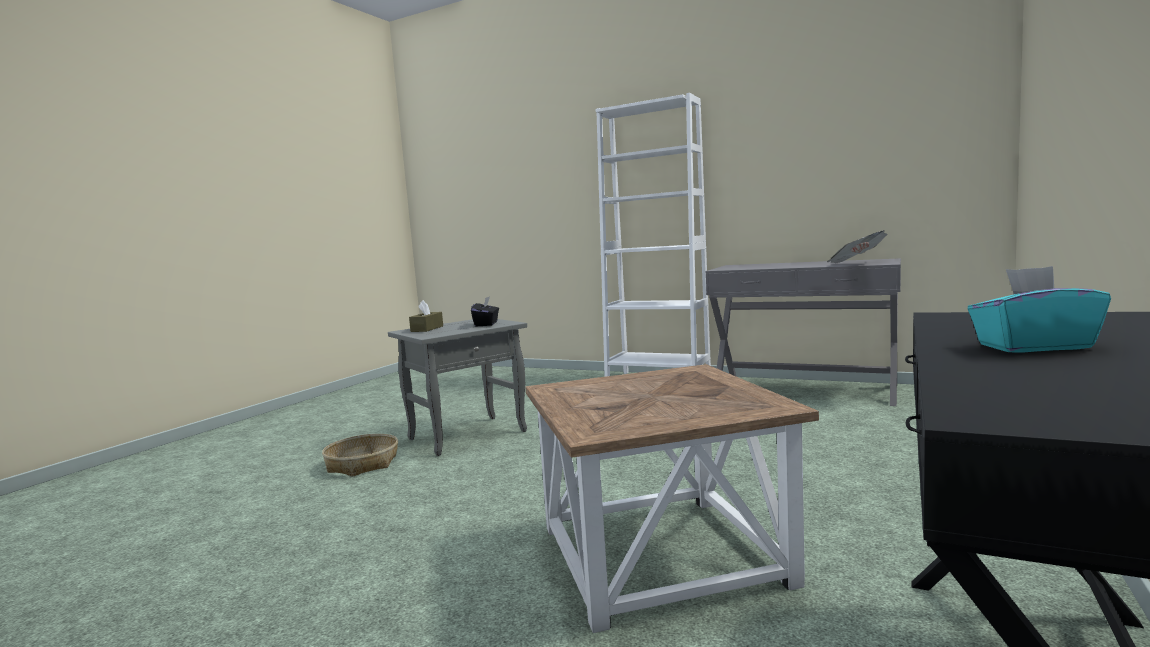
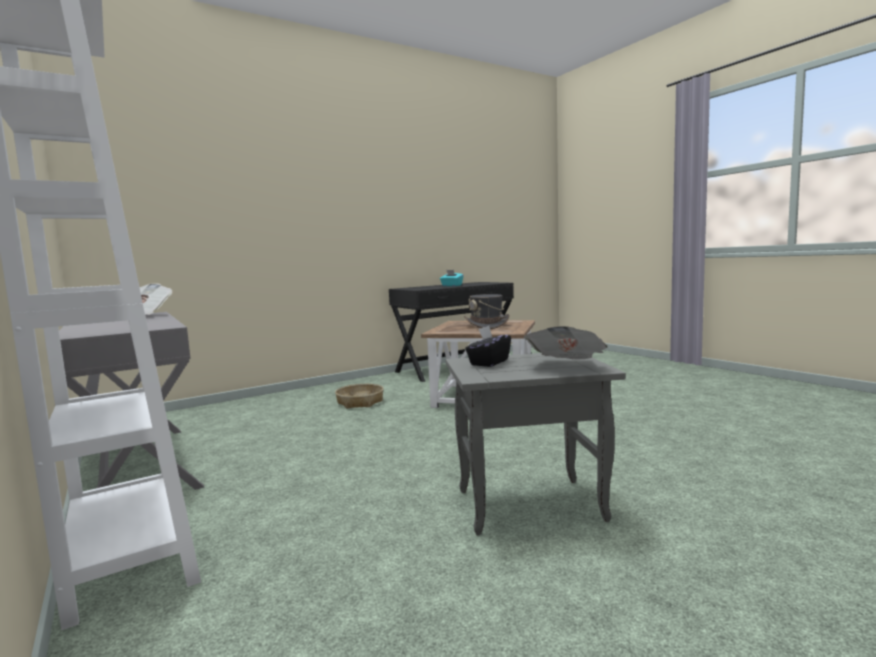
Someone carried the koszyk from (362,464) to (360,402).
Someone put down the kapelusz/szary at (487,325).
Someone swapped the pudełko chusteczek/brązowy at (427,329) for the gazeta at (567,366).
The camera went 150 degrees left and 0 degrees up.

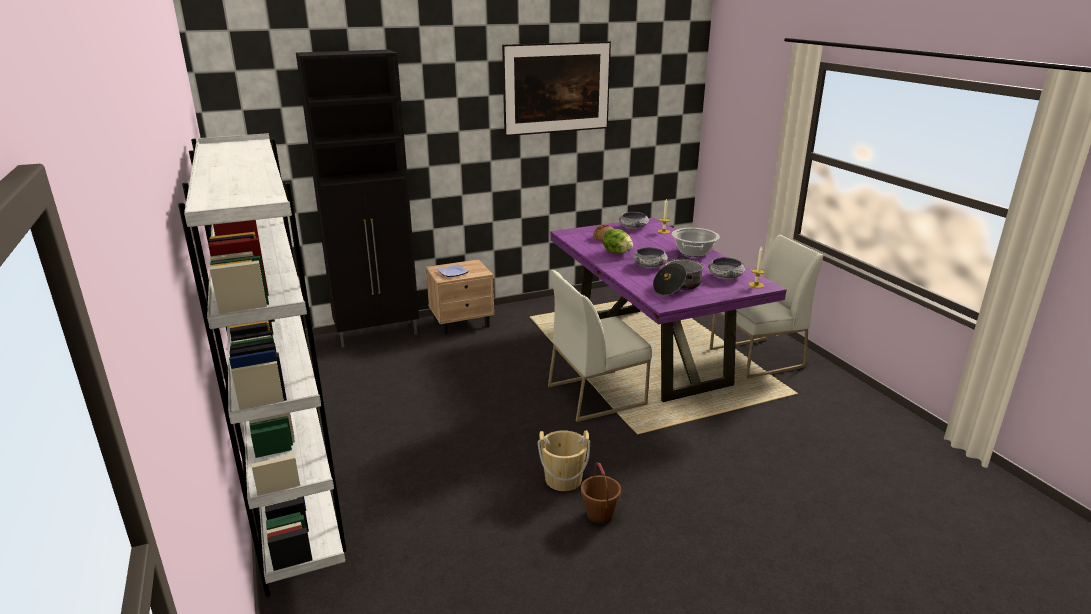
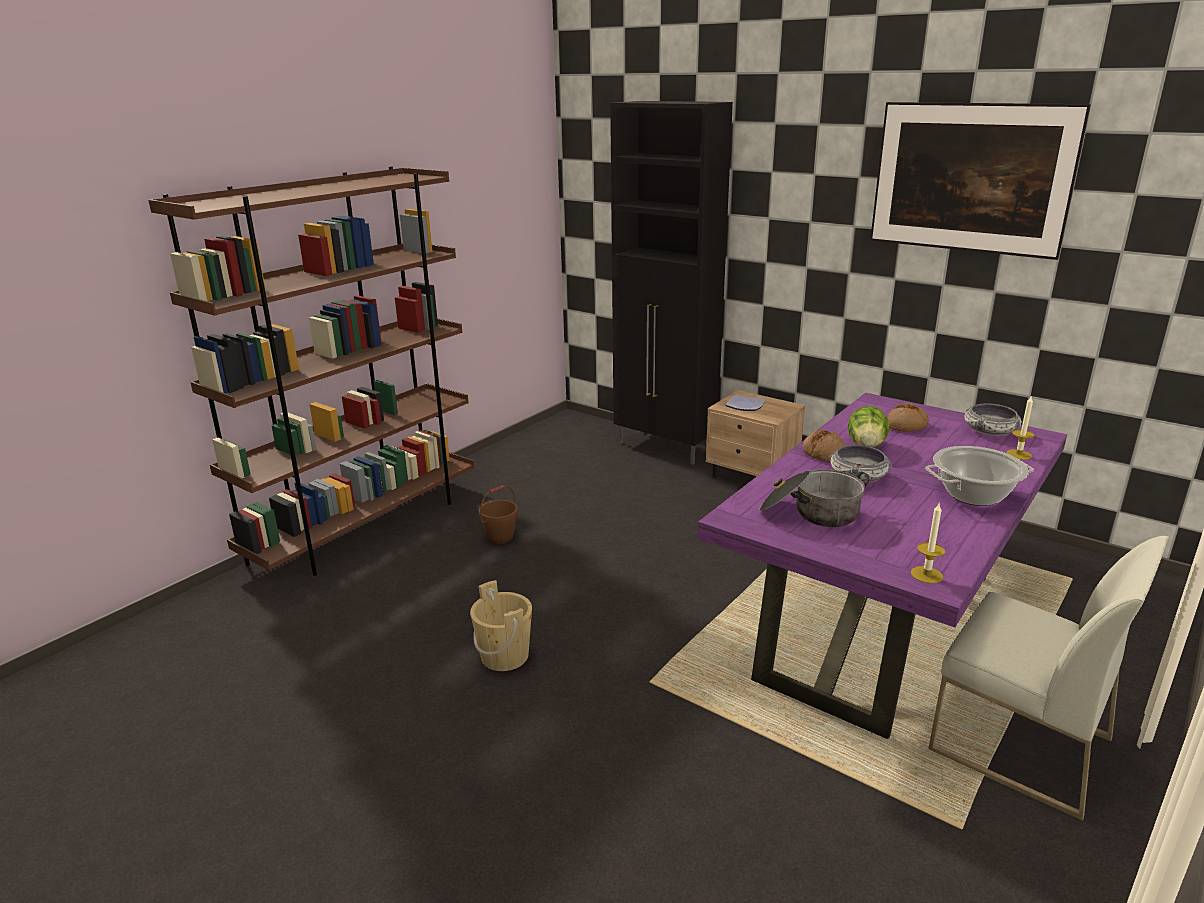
Someone repainted the regał/biały at (296,502), which became the regał/brązowy at (365,526).
Someone carried the wiadro/brązowy from (599,514) to (500,537).
Someone put down the chleb at (824,453).
Someone took away the krzesło/biały at (596,395).
Someone took away the miska at (725,276).
The camera went 60 degrees right and 0 degrees up.

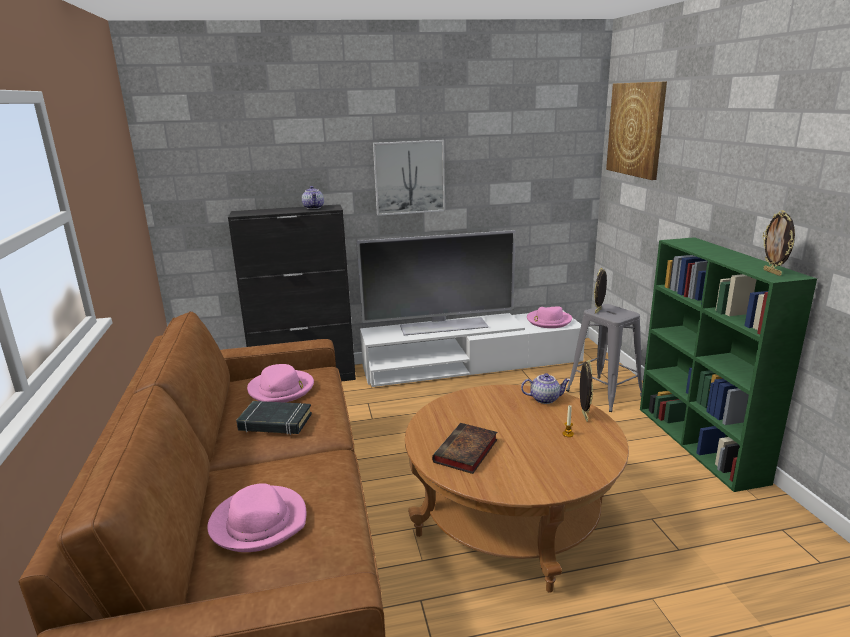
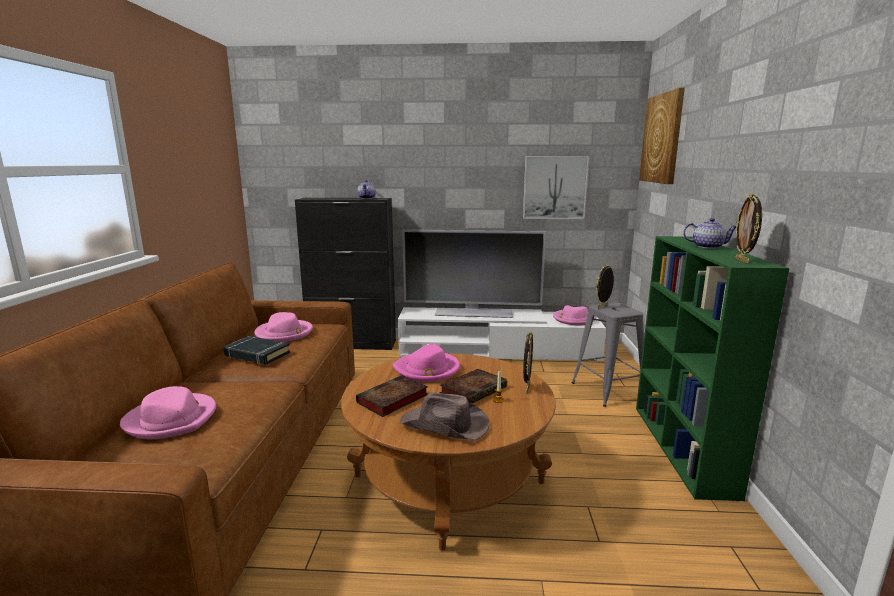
Someone put down the kapelusz/różowy at (427,370).
Someone put down the kapelusz/brązowy at (445,425).
Someone put down the książka at (474,389).
Someone carried the obraz from (409,177) to (554,187).
Someone carried the imbryk from (545,399) to (707,247).
The camera went 15 degrees right and 5 degrees down.

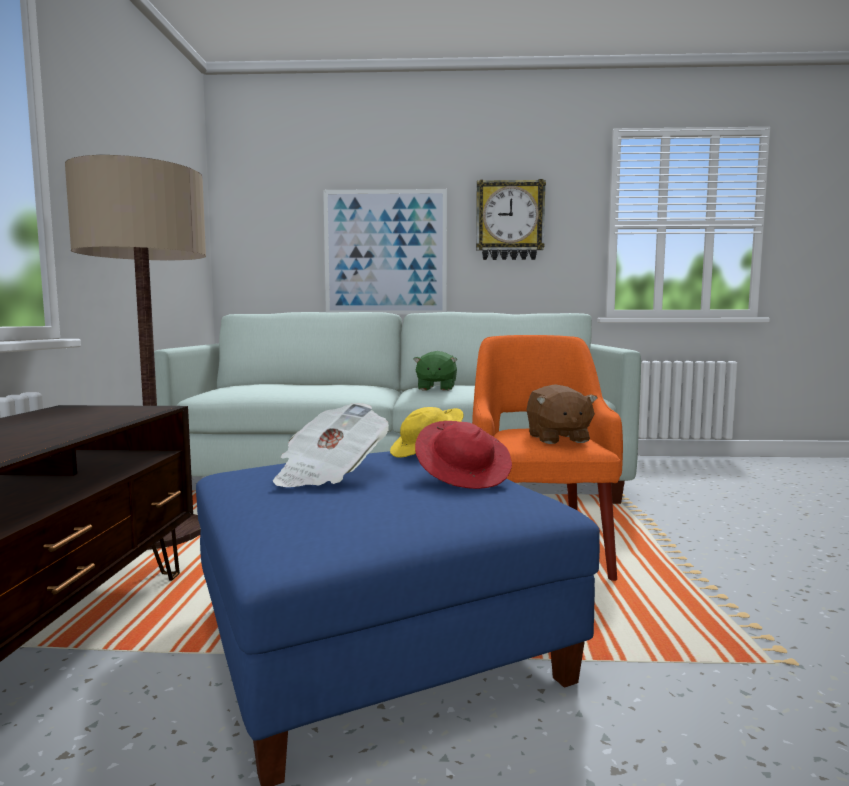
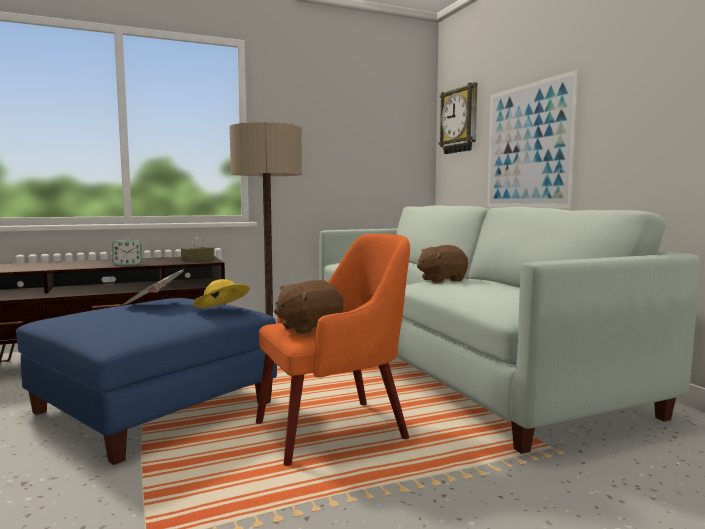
Someone put down the budzik at (127,264).
Someone put down the pudełko chusteczek/brązowy at (197,260).
Someone repainted the pluszak/zielony at (436,388), which became the pluszak/brązowy at (441,280).
Someone carried the zegar ścienny from (509,221) to (460,120).
Someone took away the kapelusz/czerwony at (464,477).
The camera went 65 degrees right and 0 degrees up.

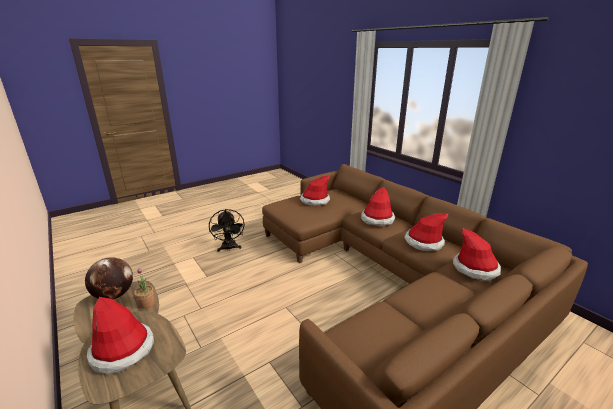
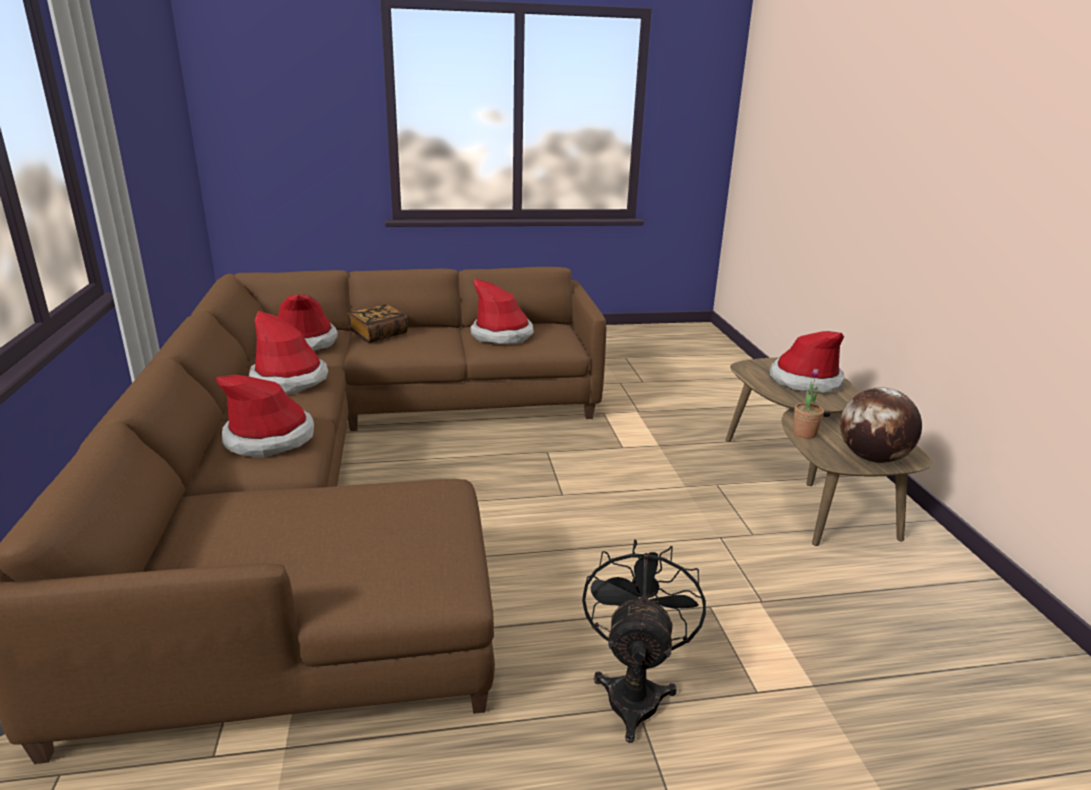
Someone put down the książka at (378,334).
Someone carried the kapelusz from (315,200) to (502,335).
The camera went 155 degrees left and 0 degrees up.

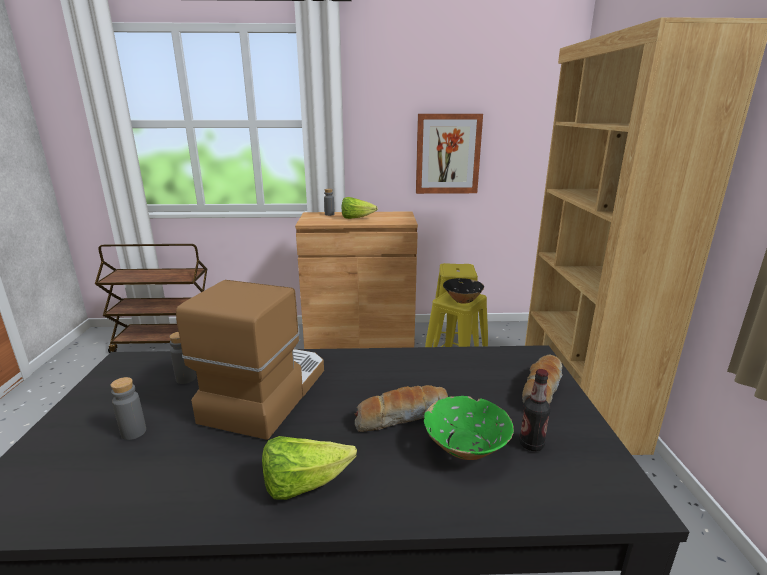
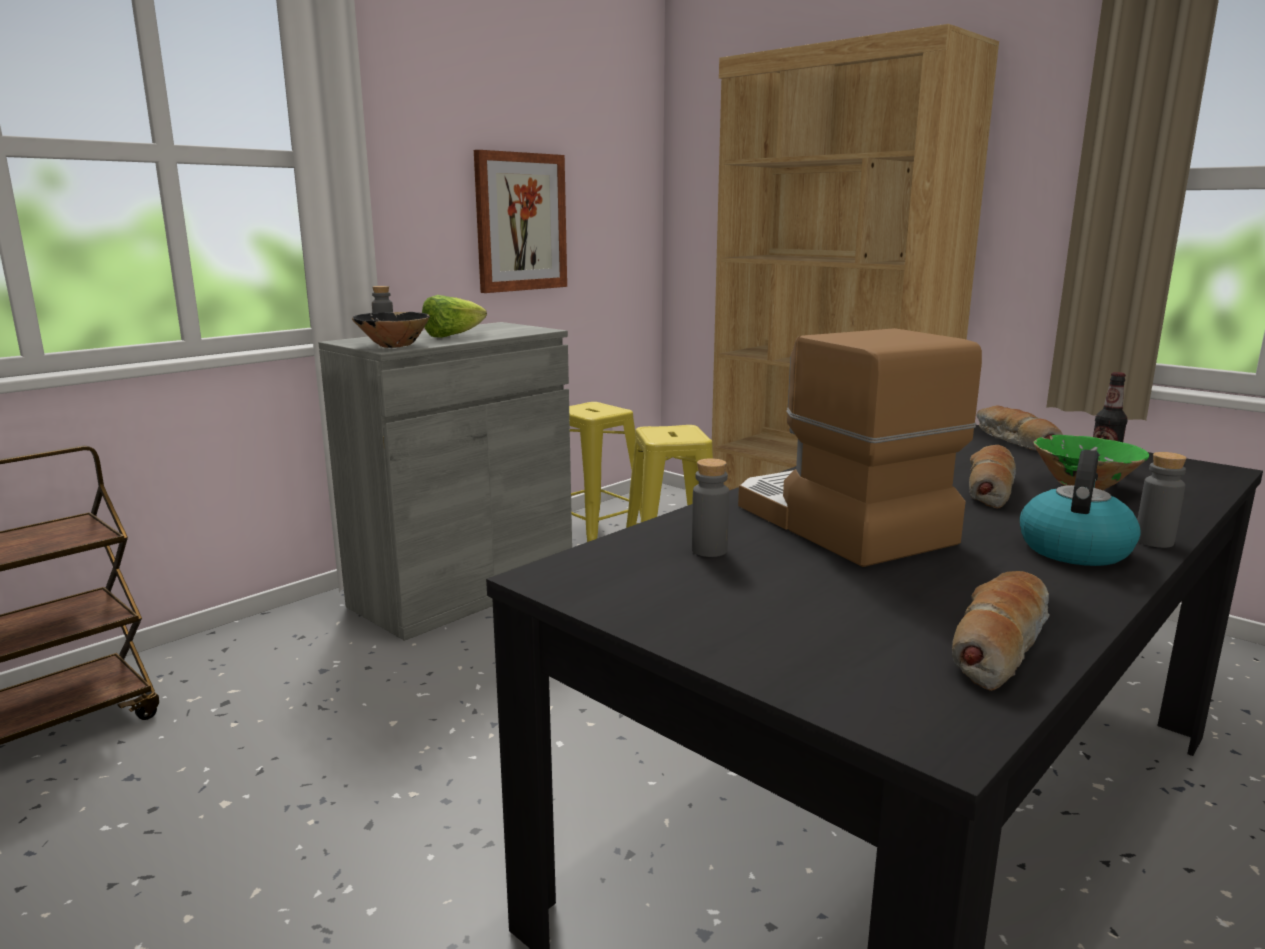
Someone repainted the szafka/brązowy at (360,345), which became the szafka/szary at (464,590).
Someone carried the miska/czarny from (462,300) to (394,345).
Someone put down the chleb at (998,644).
Someone swapped the sałata at (304,484) for the czajnik at (1073,549).
Someone carried the butelka/szary from (133,432) to (1154,541).
The camera went 45 degrees left and 5 degrees down.

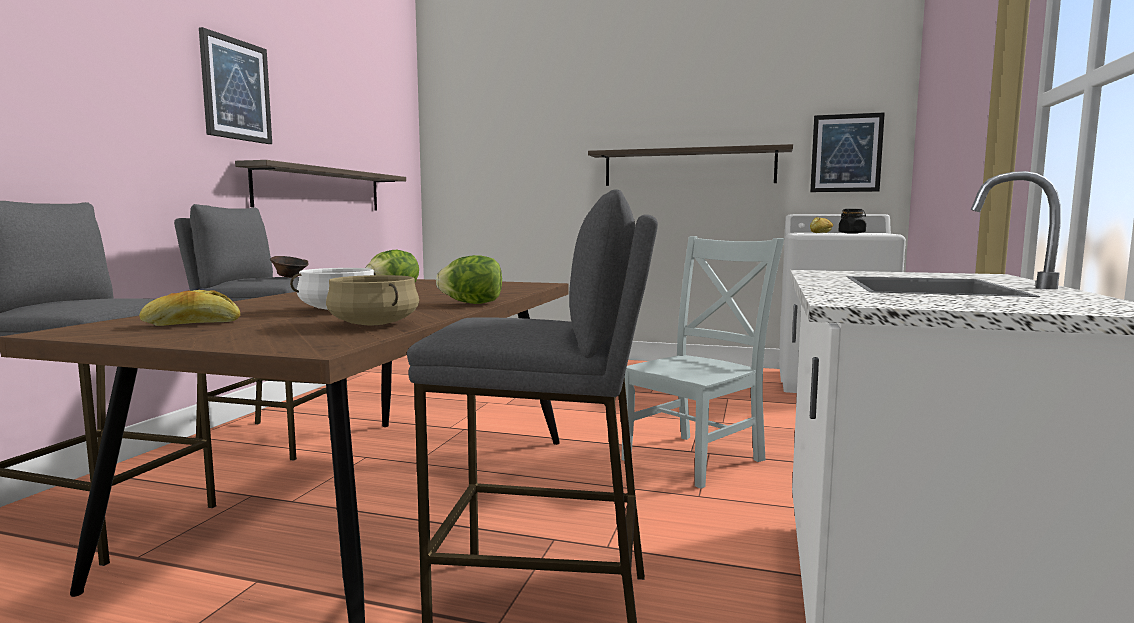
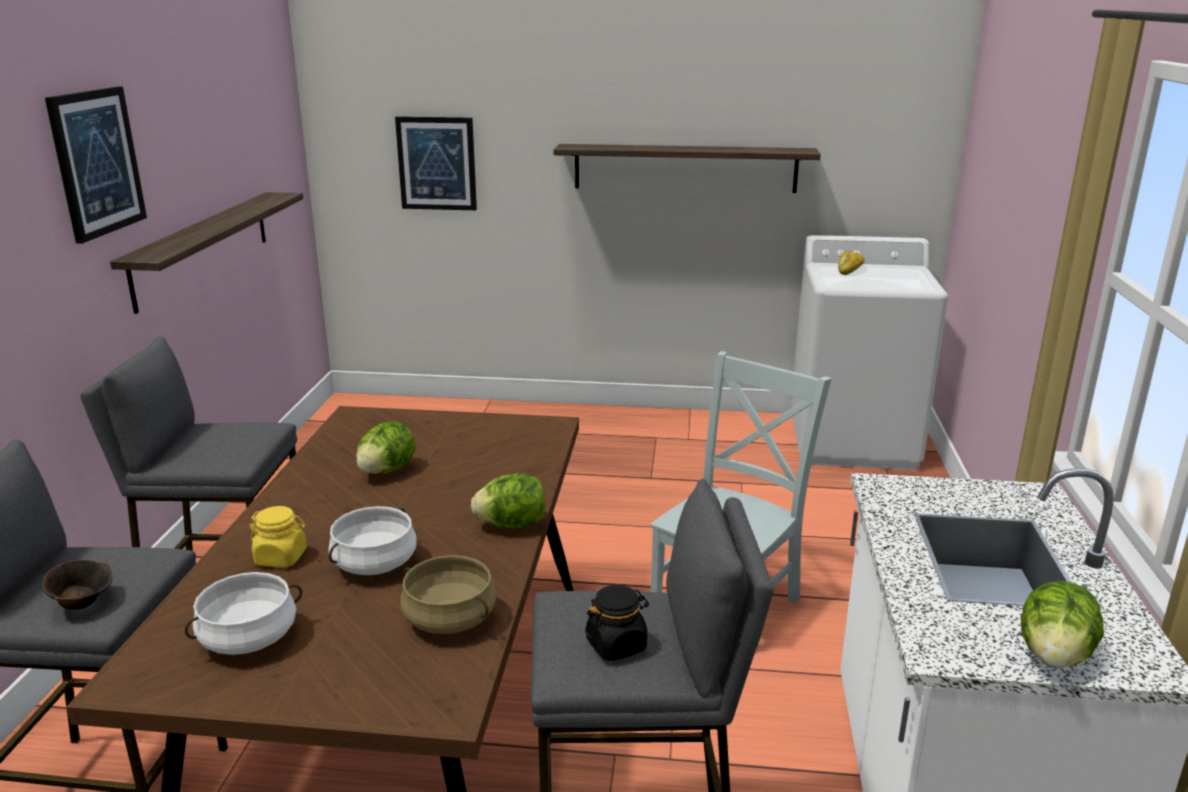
Someone carried the miska/brązowy from (290,277) to (83,602).
Someone swapped the chleb at (191,324) for the garnek/biały at (248,639).
Someone put down the słoik/żółty at (281,557).
Someone carried the obraz from (846,153) to (437,163).
Someone carried the słoik/czarny from (852,233) to (616,645).
Someone put down the sałata at (1054,656).
The camera went 10 degrees left and 15 degrees up.

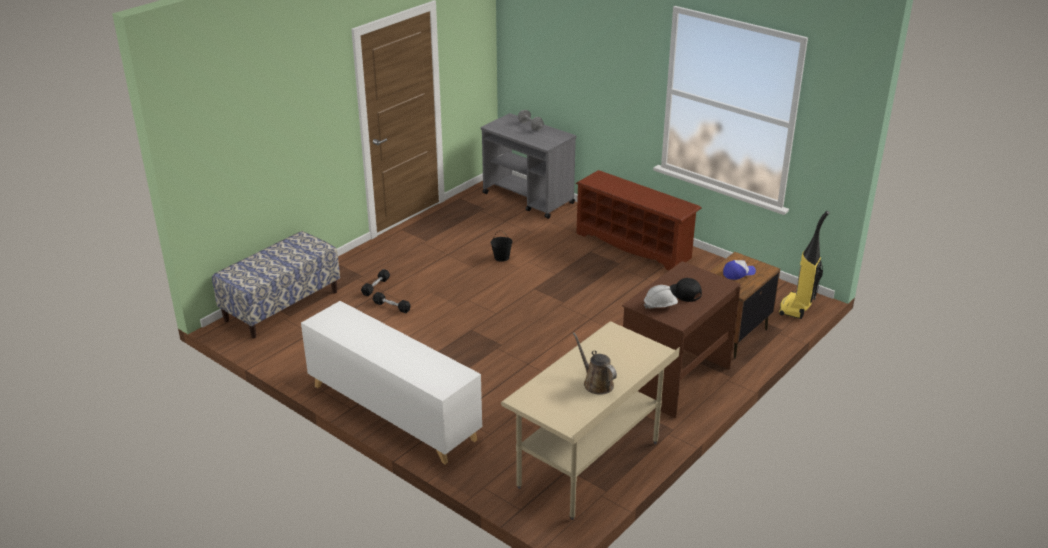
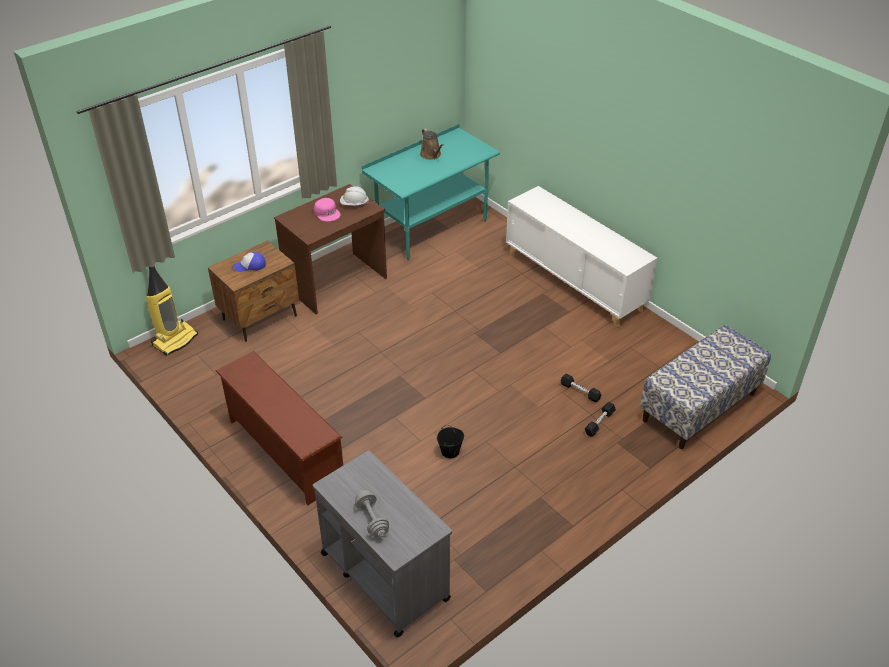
Someone repainted the czapka z daszkiem/czarny at (684,293), which became the czapka z daszkiem/różowy at (327,213).
Someone repainted the biurko/beżowy at (589,465), which became the biurko/turkusowy at (432,229).
The camera went 170 degrees left and 10 degrees up.

